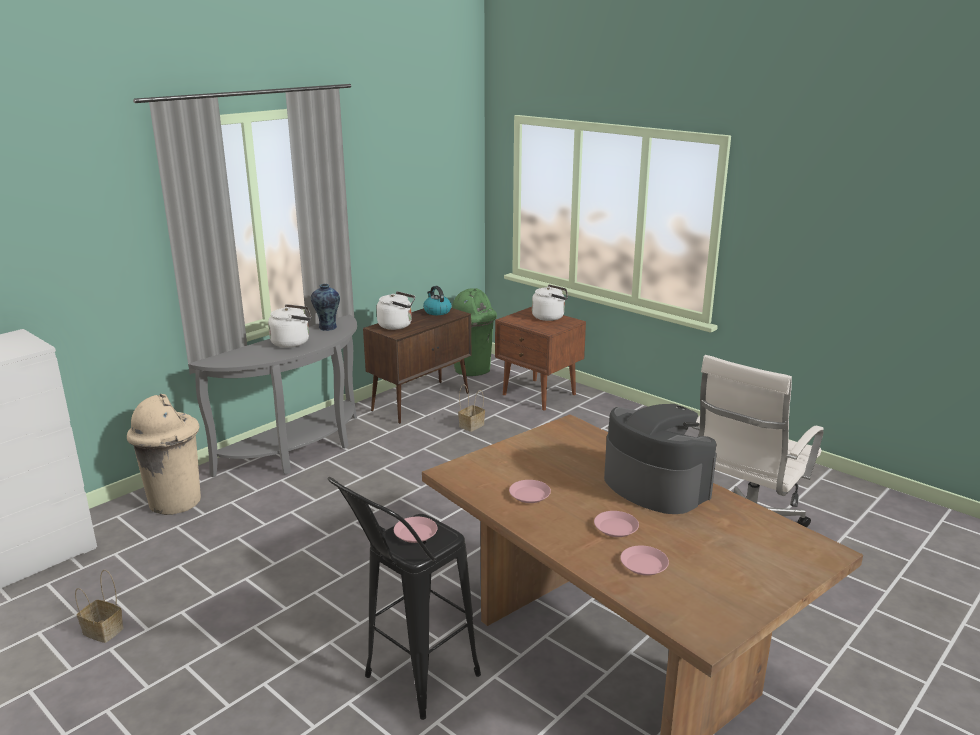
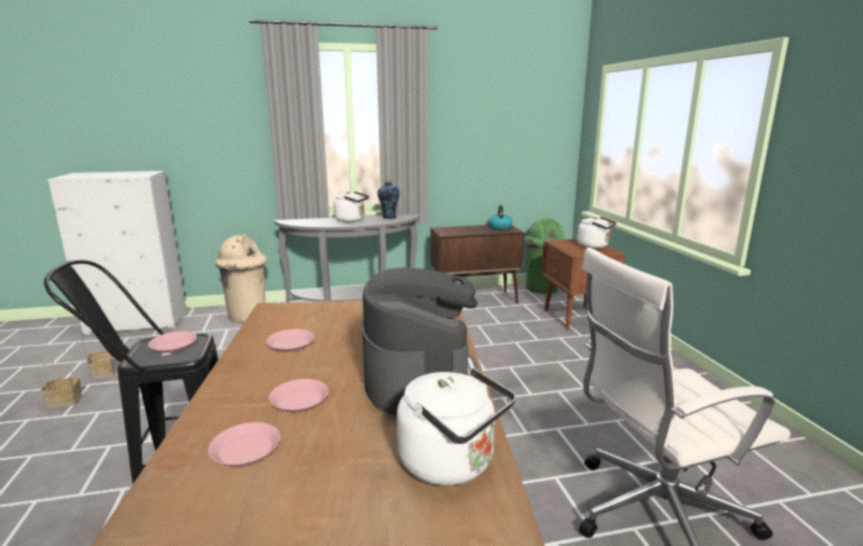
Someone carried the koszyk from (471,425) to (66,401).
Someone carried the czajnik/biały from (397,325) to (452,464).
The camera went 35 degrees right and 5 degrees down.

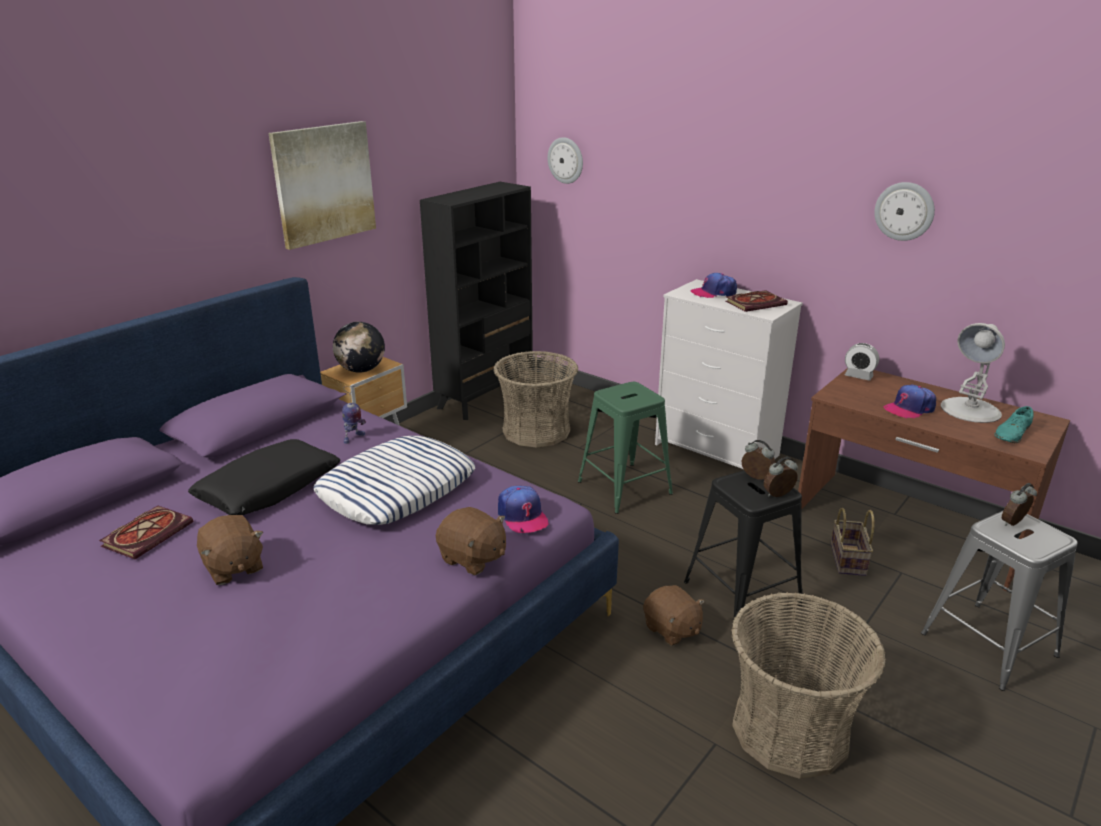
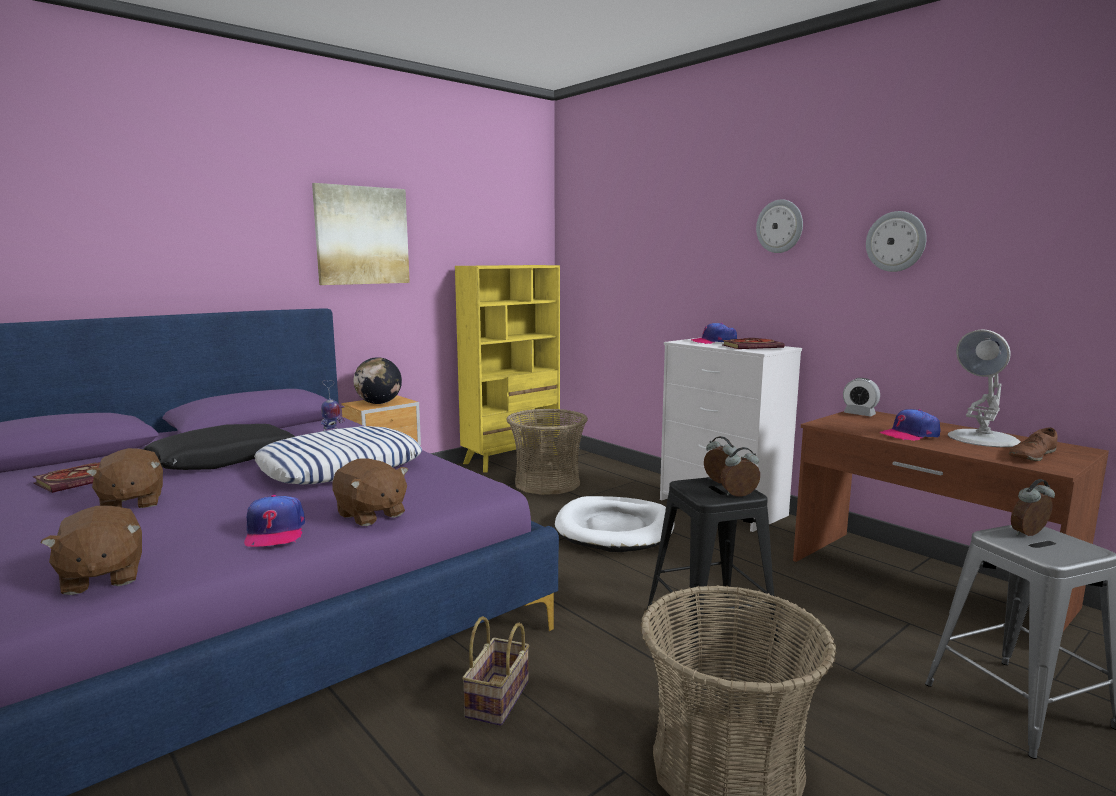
Someone carried the pluszak/brązowy from (671,629) to (101,578).
Someone carried the czapka z daszkiem from (522,516) to (274,532).
Someone repainted the regał/czarny at (486,397), which became the regał/żółty at (512,459).
Someone carried the koszyk from (849,560) to (498,700).
Someone swapped the stołek/zielony at (624,488) for the legowisko/biały at (614,529).
Someone carried the zegar ścienny from (566,160) to (780,226).
Someone repainted the but/turkusowy at (1012,433), which became the but/brązowy at (1032,455).
The camera went 10 degrees right and 15 degrees down.

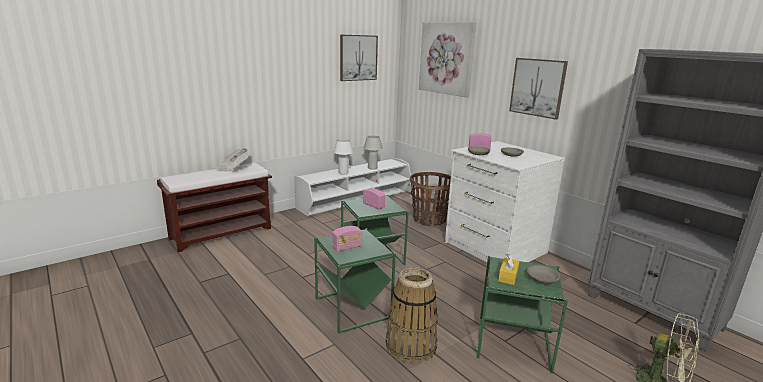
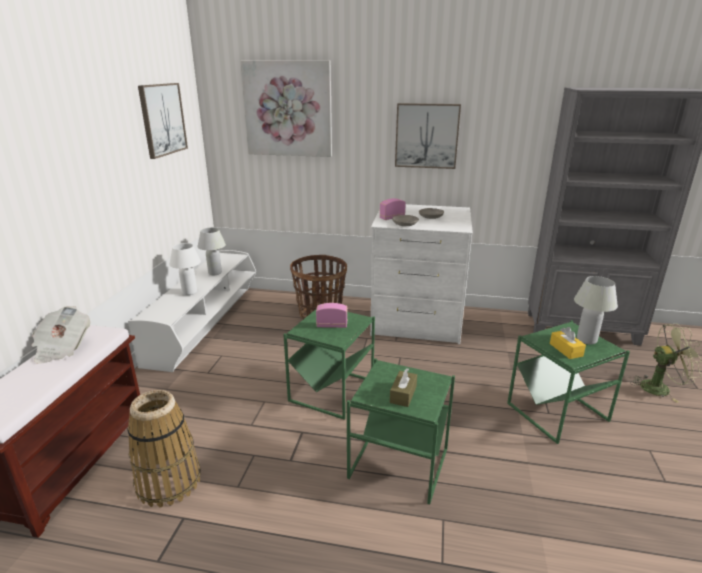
Someone carried the koszyk from (411,346) to (169,481).
Someone swapped the radio at (347,247) for the pudełko chusteczek/brązowy at (403,394).
Someone swapped the miska/szary at (541,279) for the lampa stołowa/biały at (586,340).
The camera went 40 degrees left and 5 degrees up.

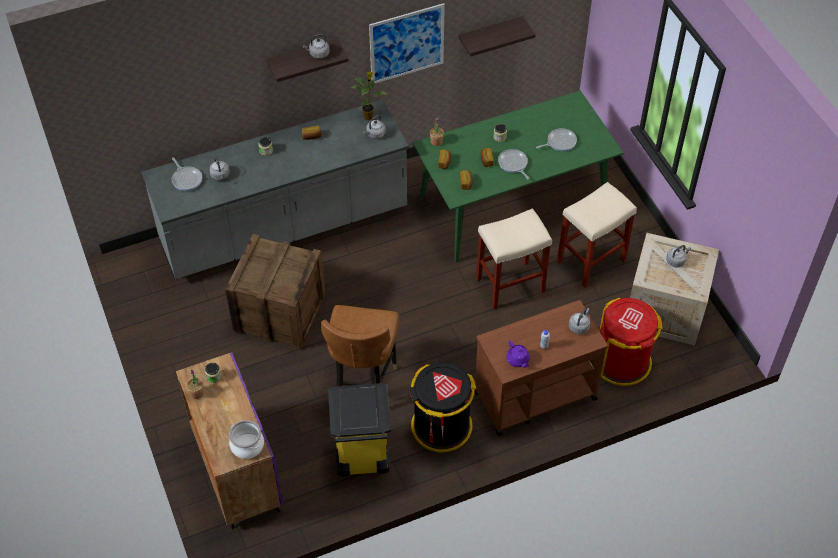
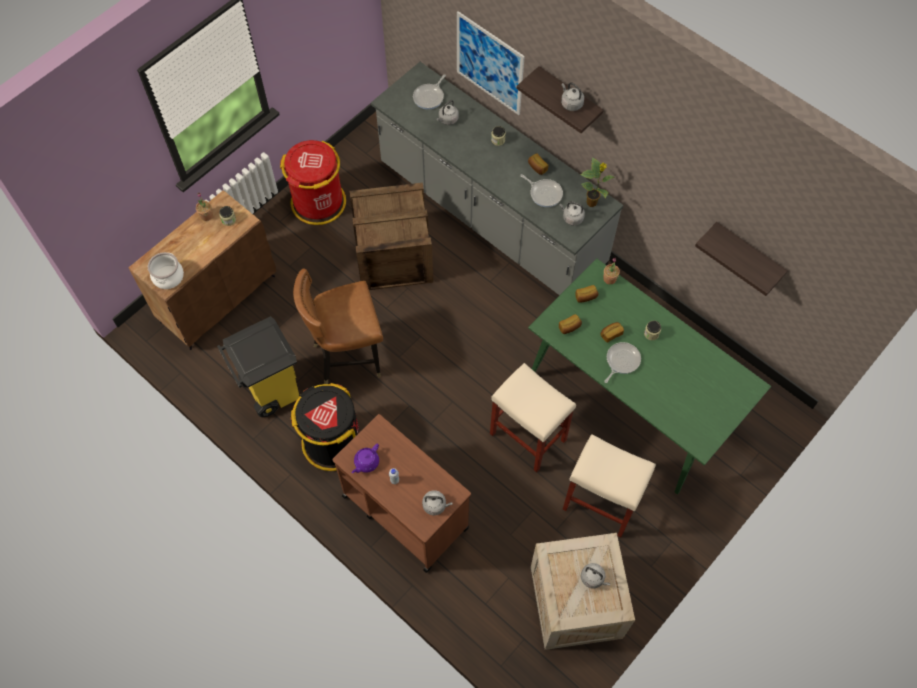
Someone repainted the szafka/fioletowy at (236,469), which became the szafka/brązowy at (218,298).
Someone carried the kosz na śmieci/czerwony from (622,361) to (318,202).
Someone carried the obraz from (407,43) to (489,63).
Someone carried the patelnia from (559,142) to (544,193).
The camera went 65 degrees right and 10 degrees up.

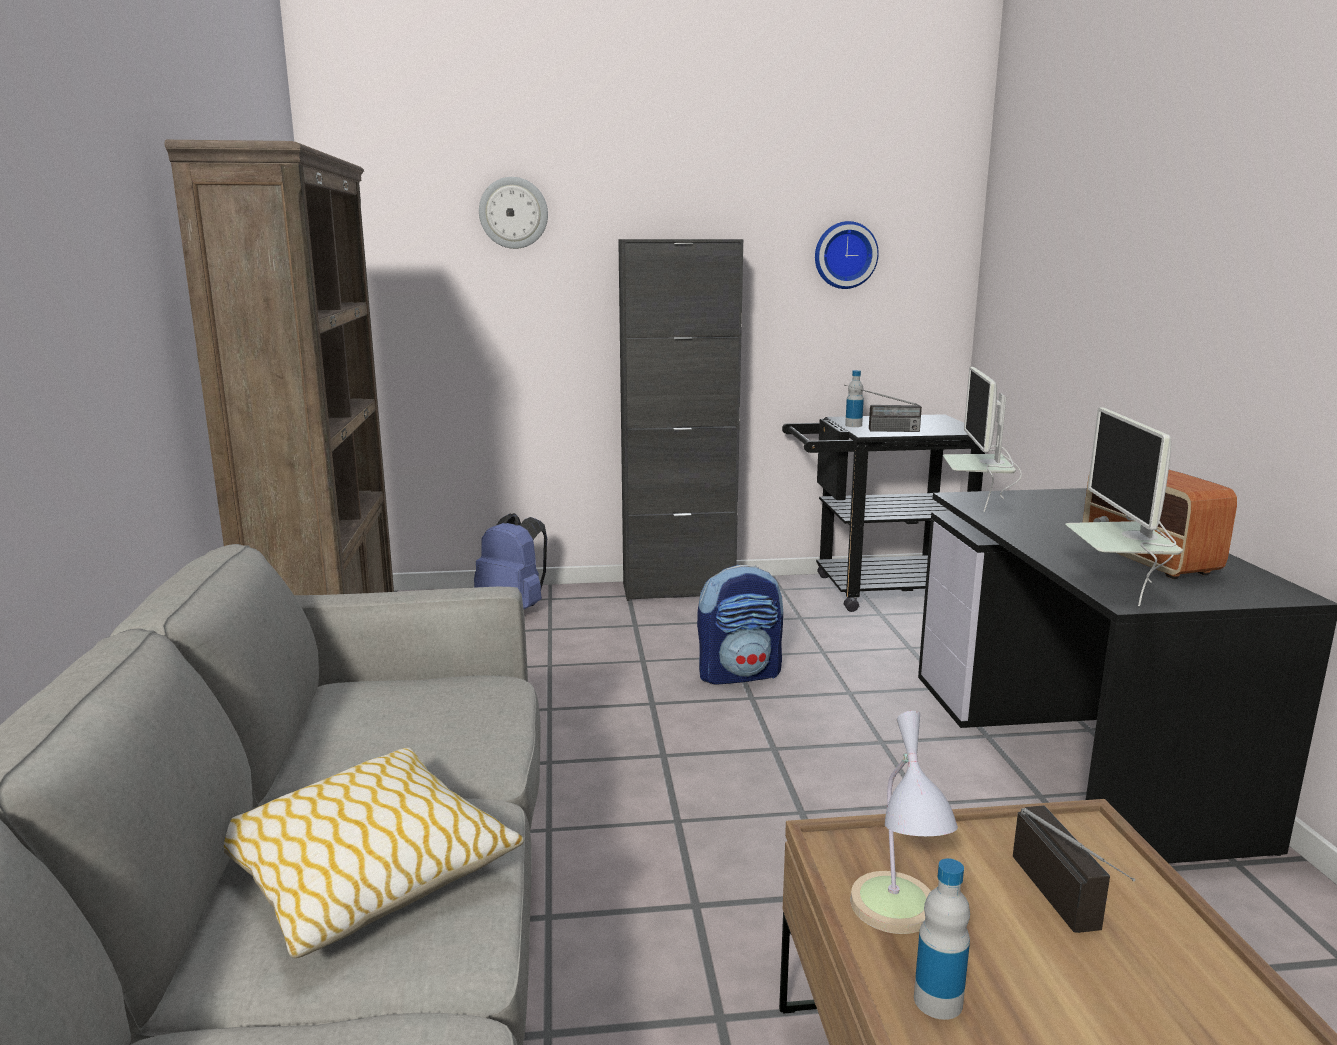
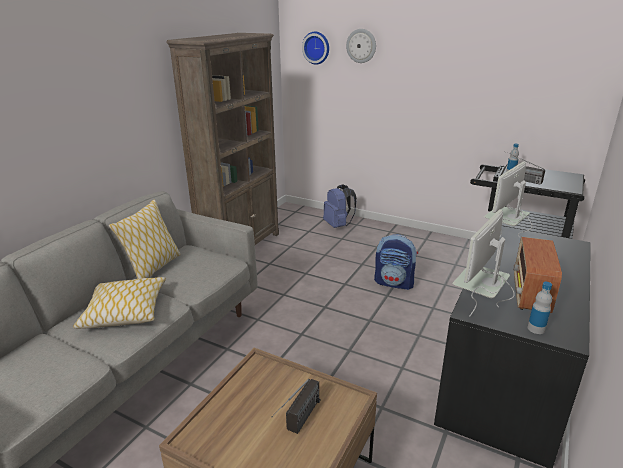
Someone put down the poduszka at (153,268).
Someone carried the zegar ścienny from (844,255) to (316,47).
Someone carried the butelka from (938,1001) to (536,329).
Someone took away the szafka/czarny at (678,590).
Someone took away the lampa stołowa at (899,918).
The camera went 35 degrees right and 10 degrees up.

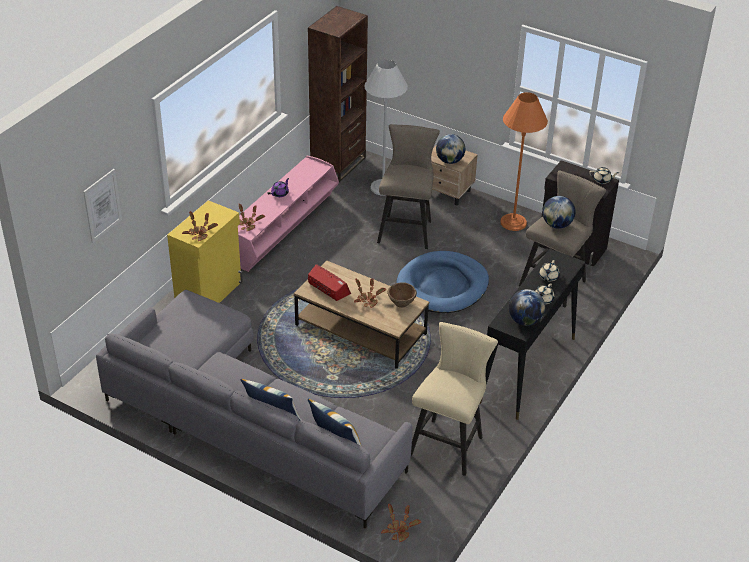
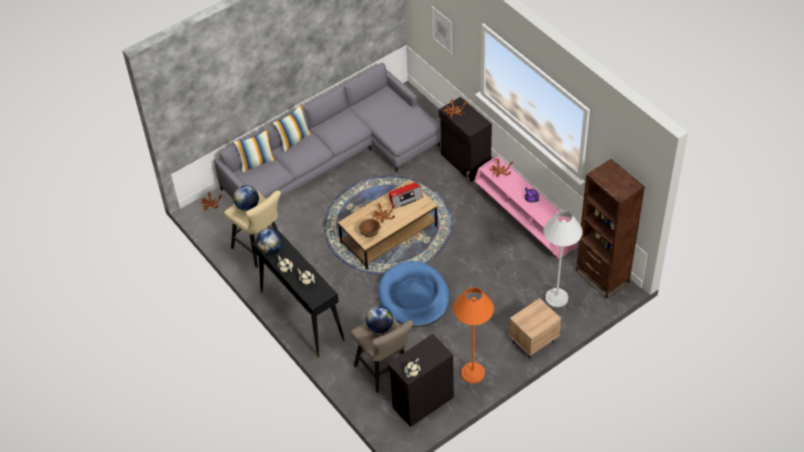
Someone carried the globus from (449,161) to (247,206).
Someone repainted the szafka/żółty at (210,293), which became the szafka/czarny at (465,162).
Someone took away the stołek/beżowy at (406,229).
The camera went 115 degrees right and 10 degrees up.

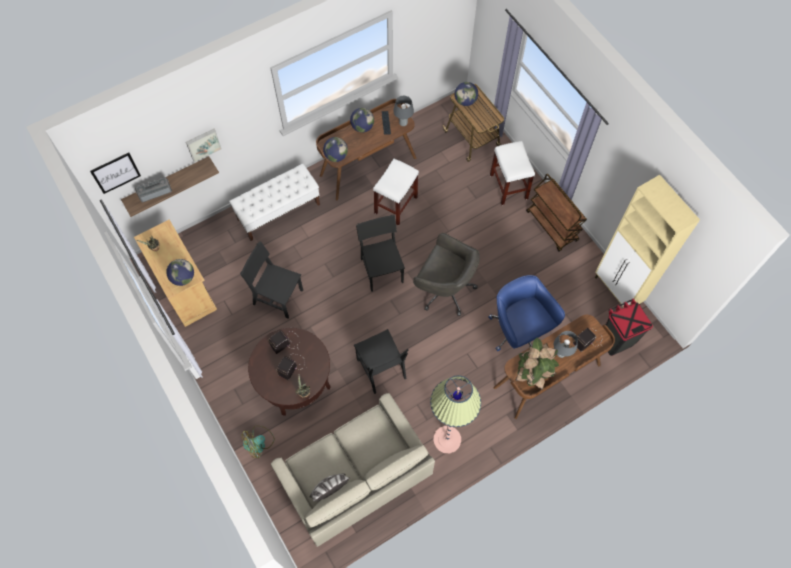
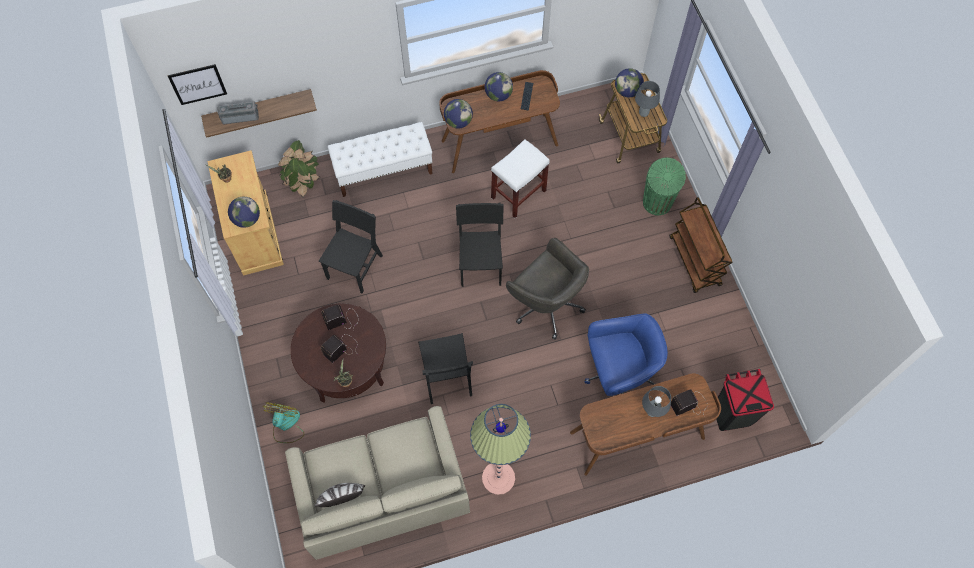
Someone rotated the wentylator at (259,442) by 120 degrees clockwise.
Someone carried the roślina doniczkowa from (532,373) to (304,184).
Someone rotated the krzesło/czarny at (278,297) by 75 degrees clockwise.
Someone rotated the krzesło biurowe/niebieski at (518,332) by 90 degrees clockwise.
Someone carried the lampa stołowa/szary from (403,123) to (643,113).
Someone swapped the stołek/biały at (509,187) for the kosz na śmieci/zielony at (657,203).
Someone took away the obraz at (203,144).
Someone took away the szafka/beżowy at (617,291).
The camera went 15 degrees right and 0 degrees up.

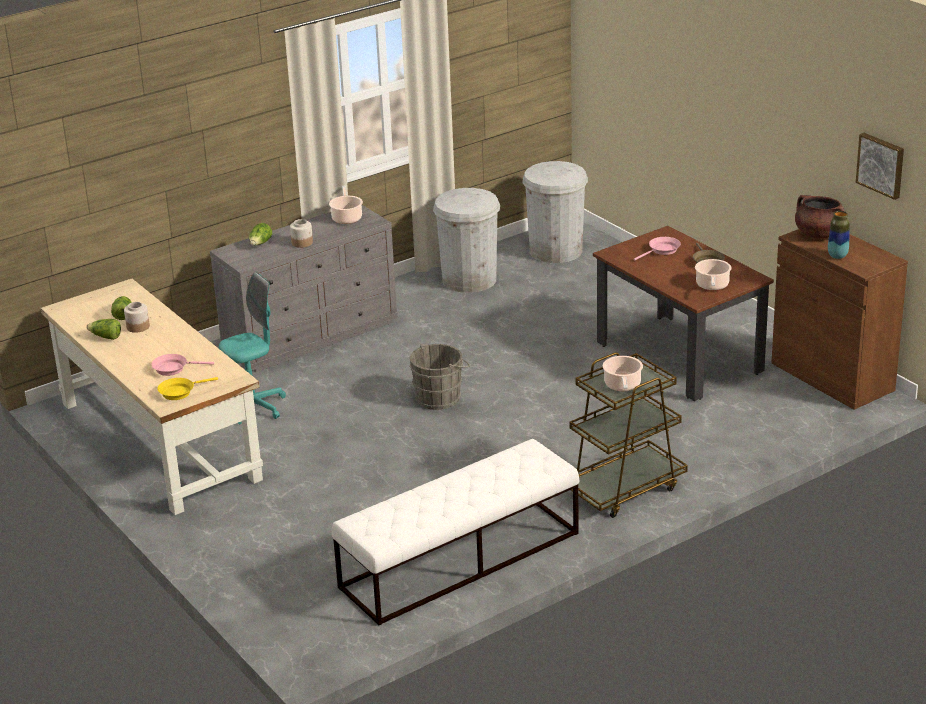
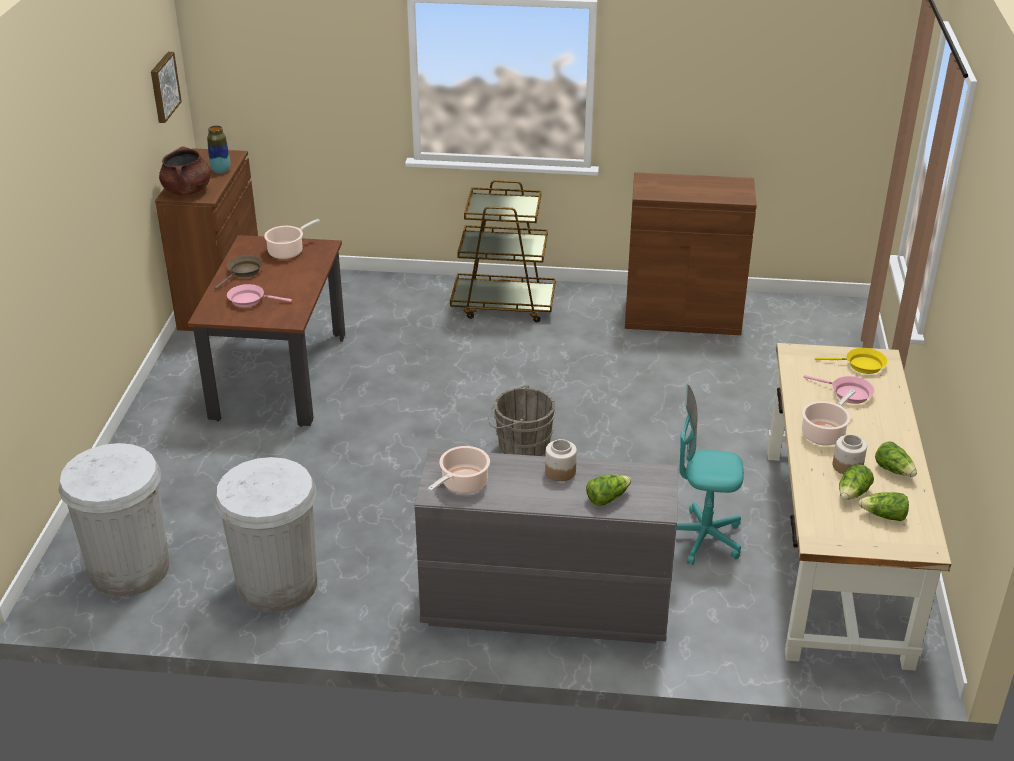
Someone swapped the ławka/biały at (459,560) for the szafka/brązowy at (682,316).
Someone carried the garnek from (622,385) to (824,433).
Someone put down the sałata at (884,516).
The camera went 140 degrees left and 5 degrees up.

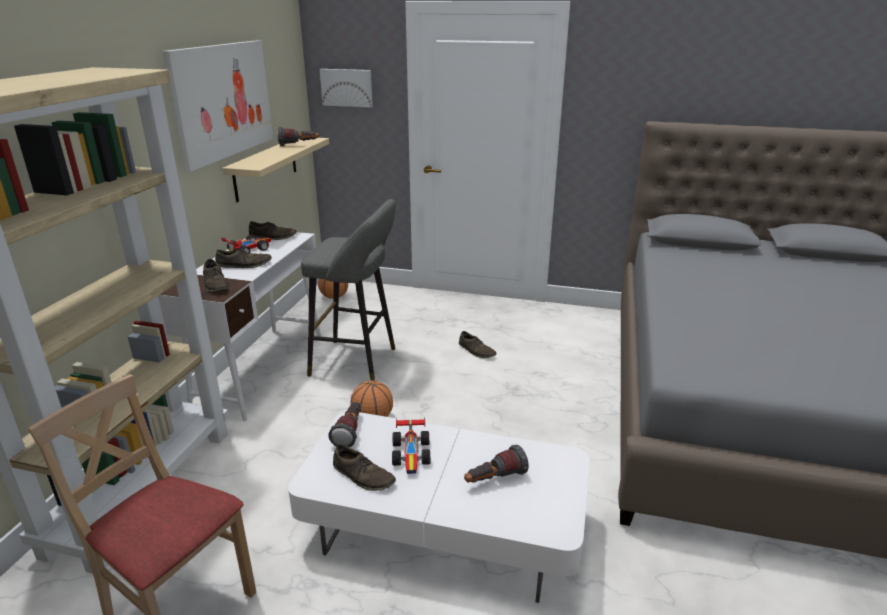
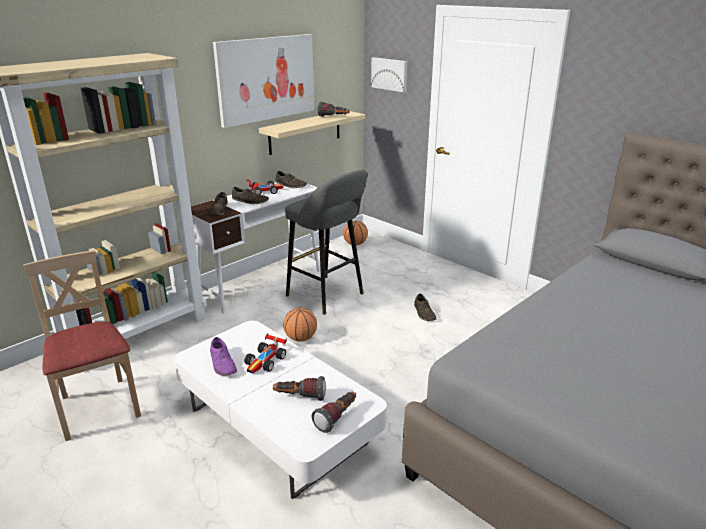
Someone repainted the but/brązowy at (363,476), which became the but/fioletowy at (223,364).
Someone carried the latarka from (350,431) to (337,418).
The camera went 30 degrees right and 0 degrees up.

